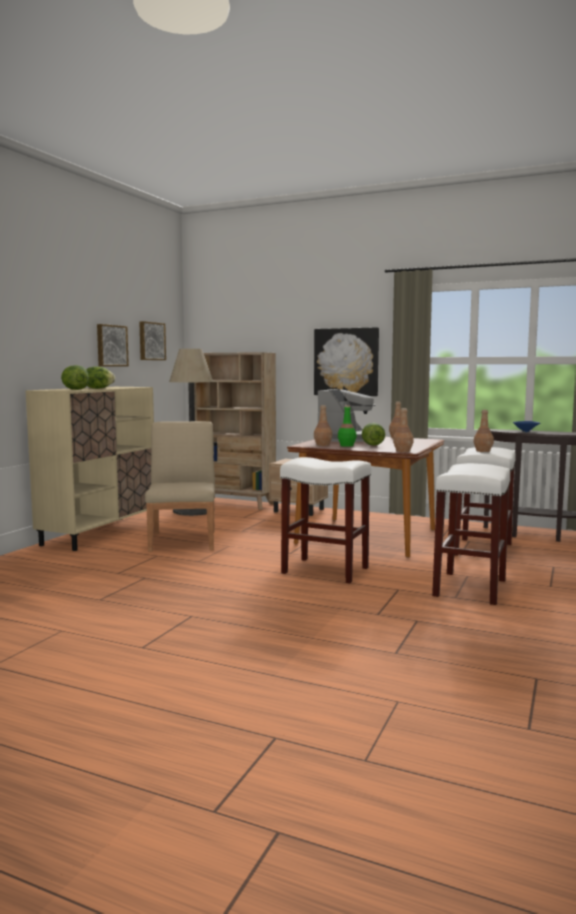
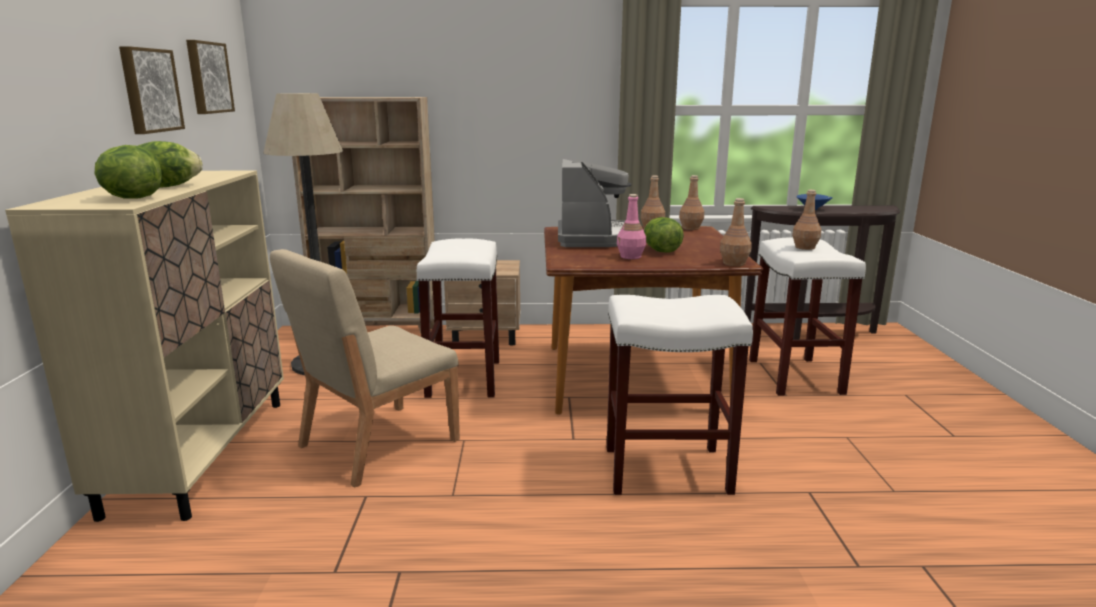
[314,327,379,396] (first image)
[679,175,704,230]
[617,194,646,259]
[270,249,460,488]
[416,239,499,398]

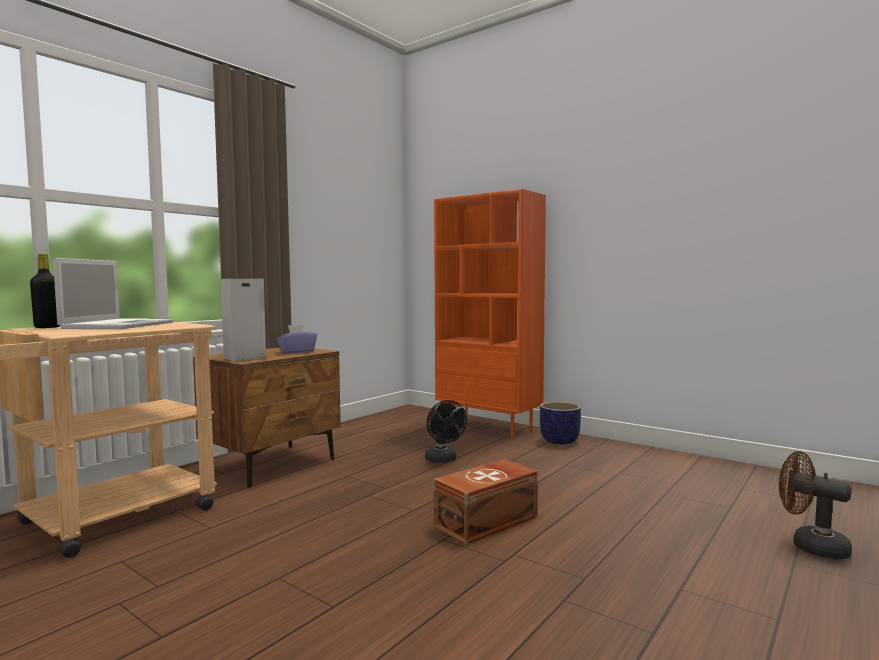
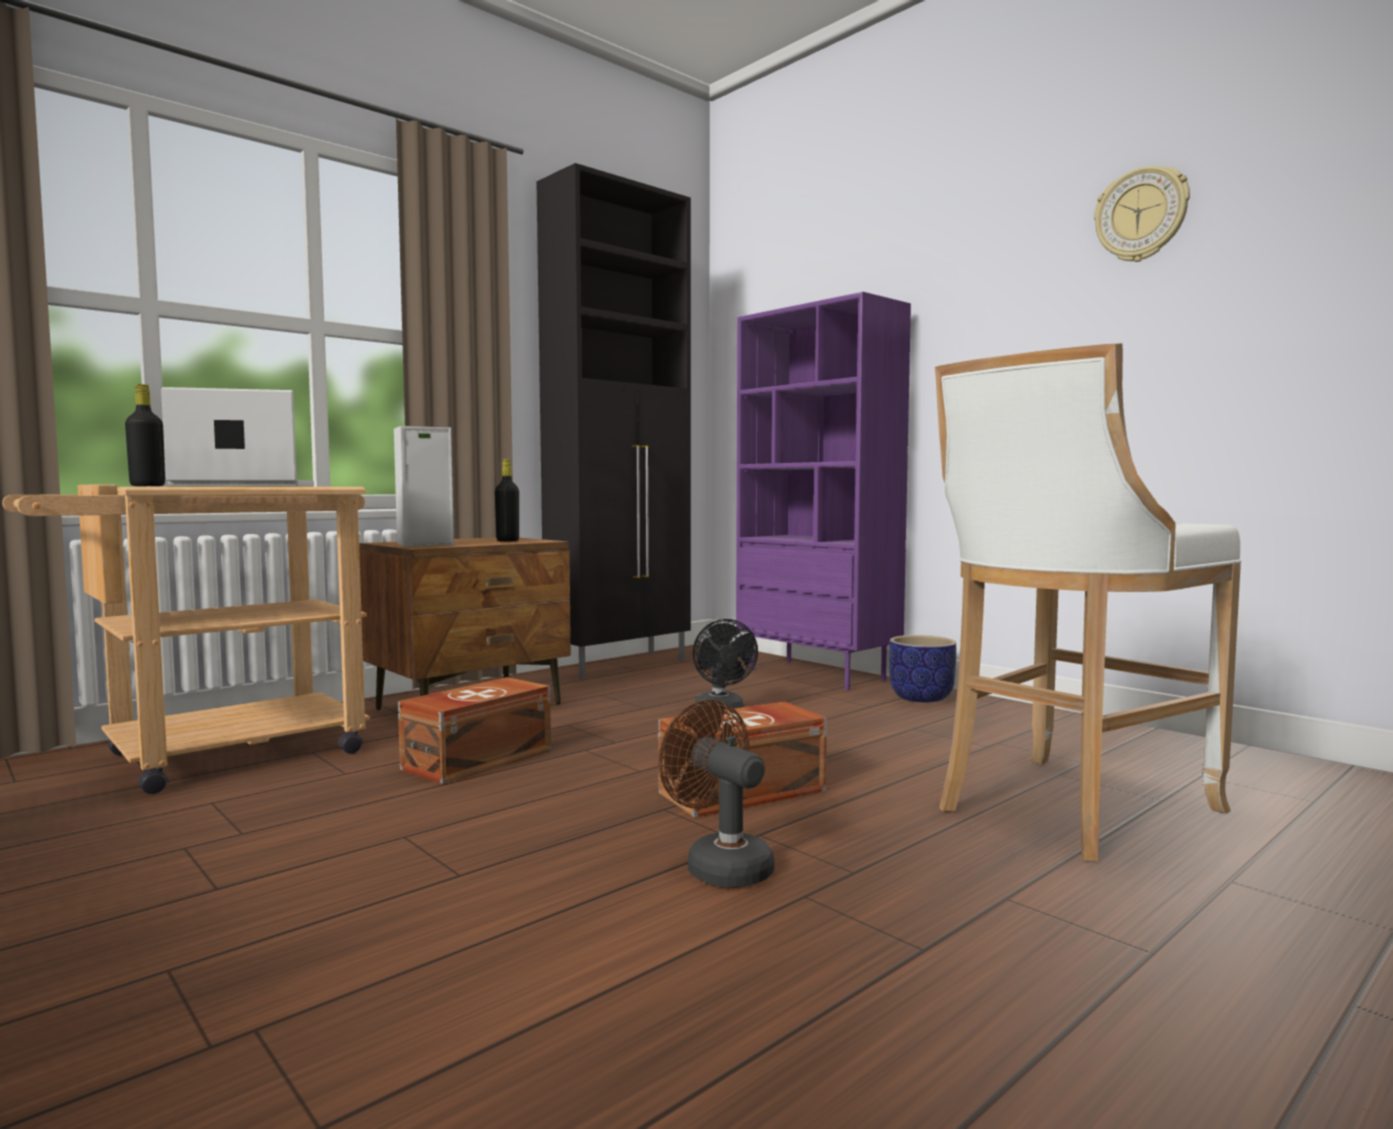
[736,292,911,690]
[161,387,314,486]
[495,459,519,542]
[658,700,775,888]
[536,163,691,679]
[1094,166,1190,262]
[935,343,1241,862]
[398,677,551,784]

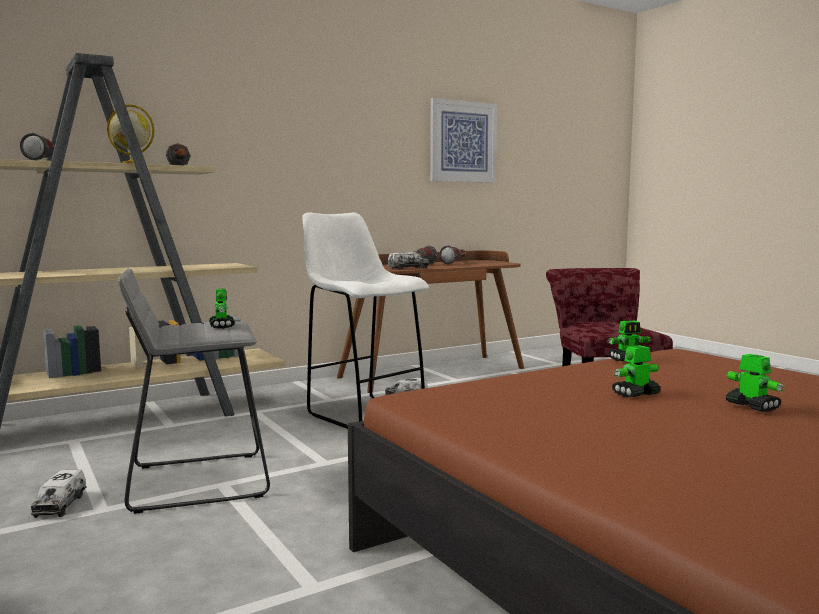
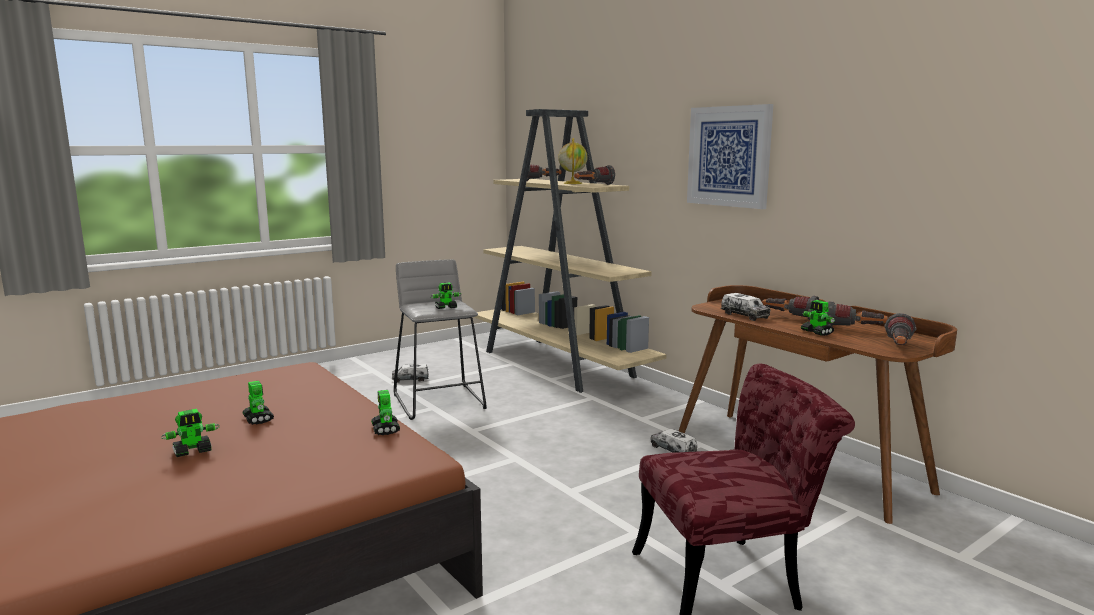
[687,104,773,209]
[302,213,429,429] (first image)
[801,300,835,336]
[884,313,917,345]

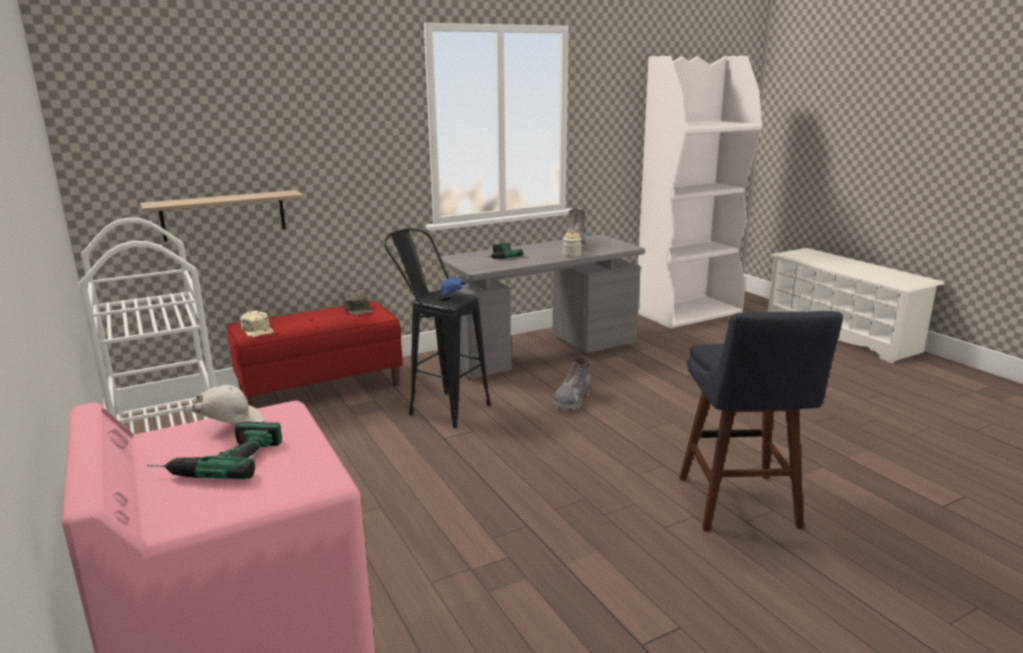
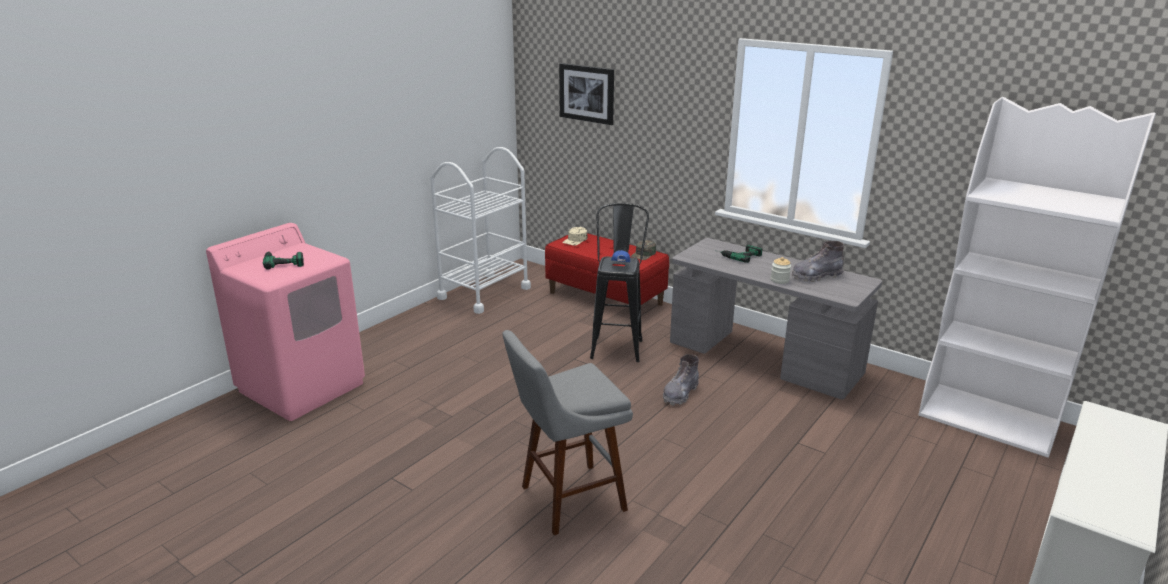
[140,190,304,242] (first image)
[502,330,633,535]
[663,354,699,406]
[182,385,264,423] (first image)
[559,63,614,125]

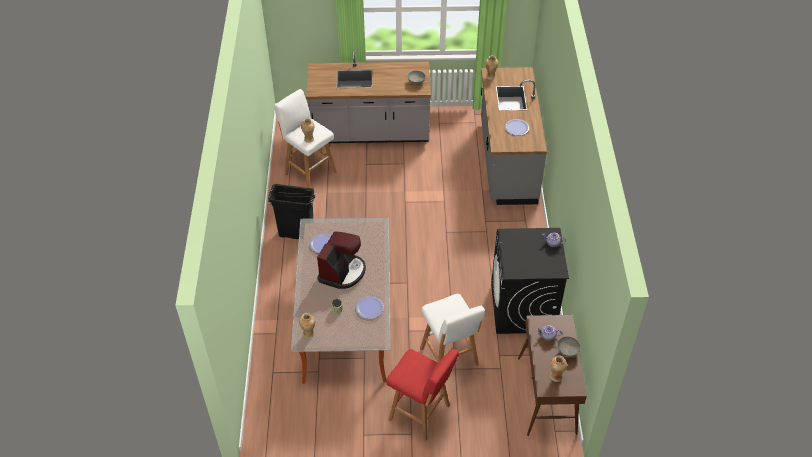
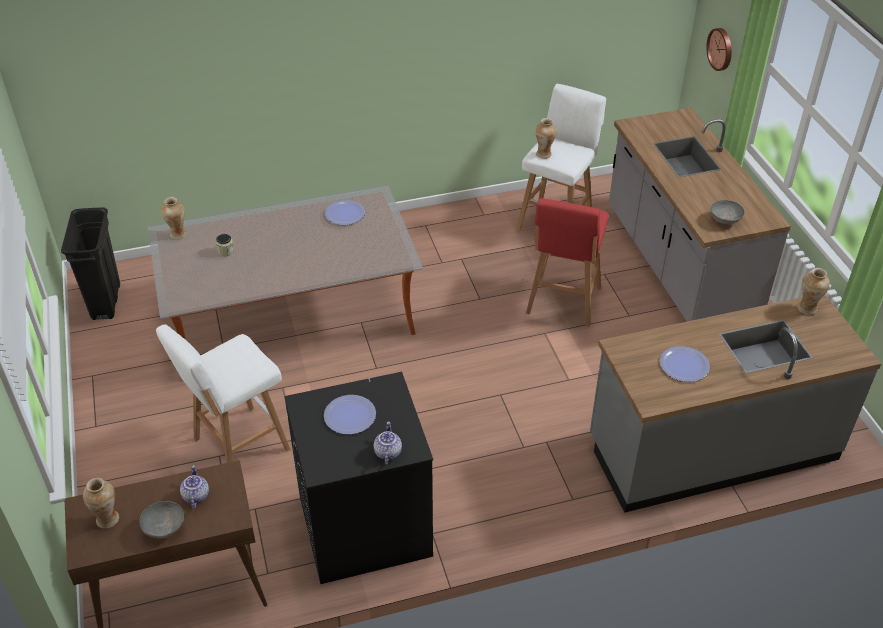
[61,208,120,320]
[317,232,366,289] (first image)
[324,395,376,435]
[526,198,608,327]
[706,28,732,71]

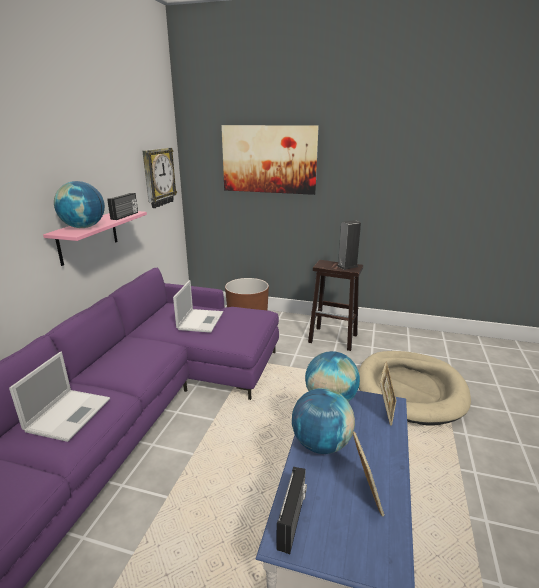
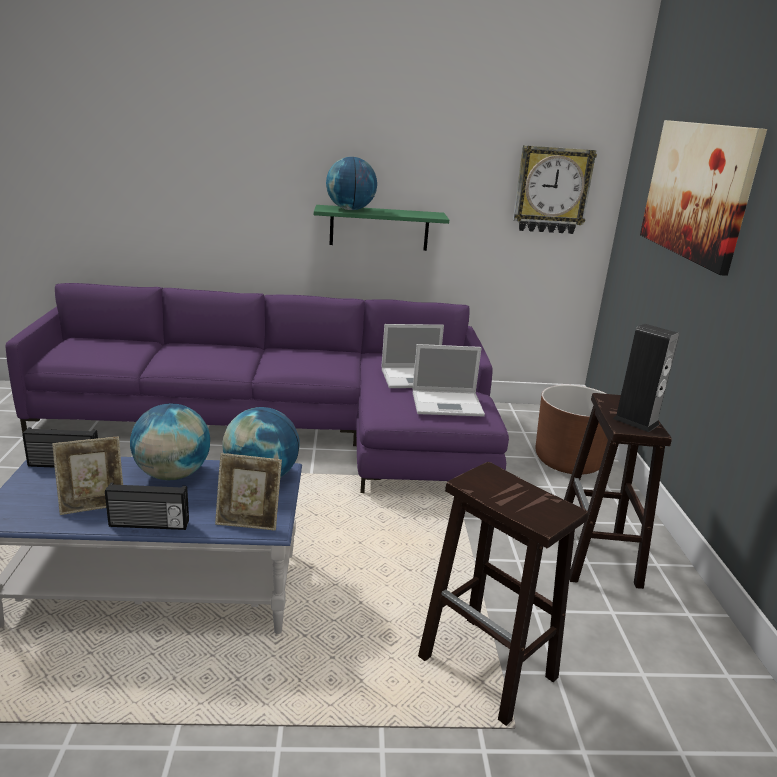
[105,482,189,530]
[314,205,449,251]
[418,462,588,726]
[413,344,485,416]

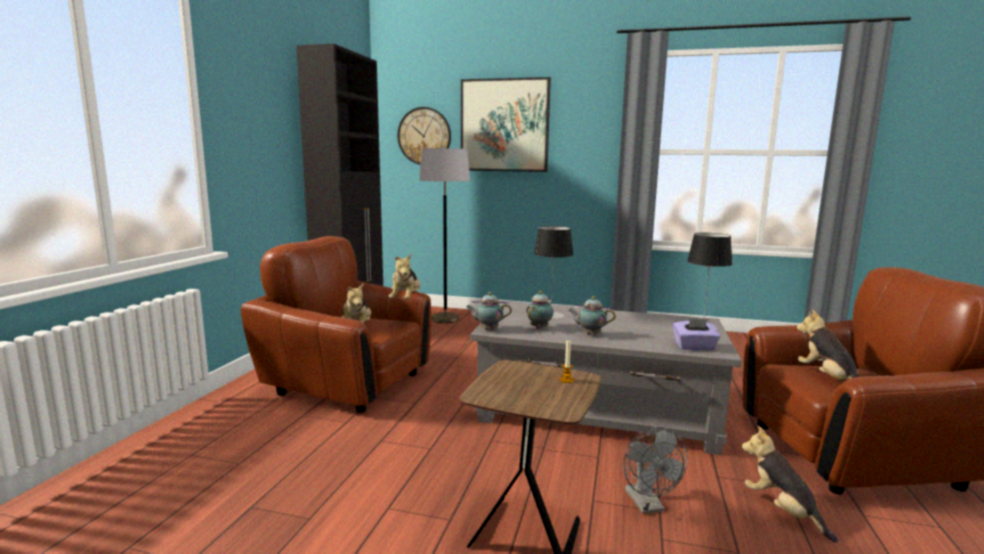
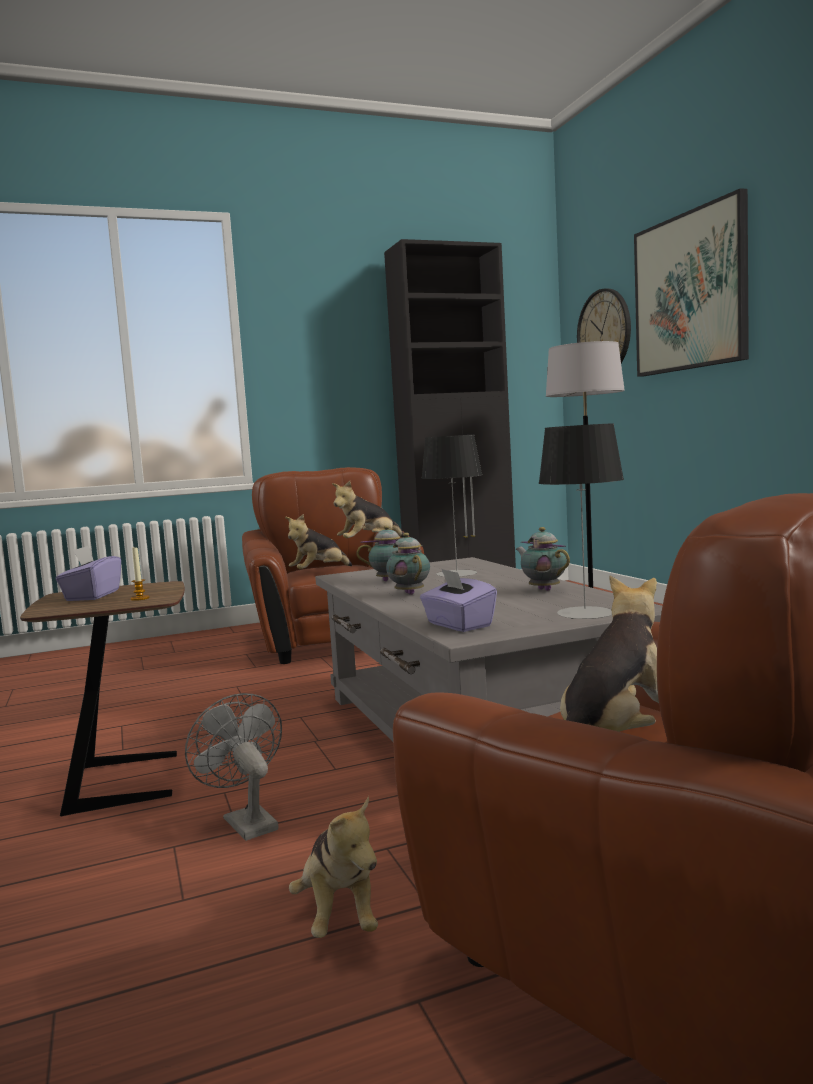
[516,527,570,591]
[289,796,378,938]
[185,693,282,841]
[56,546,121,601]

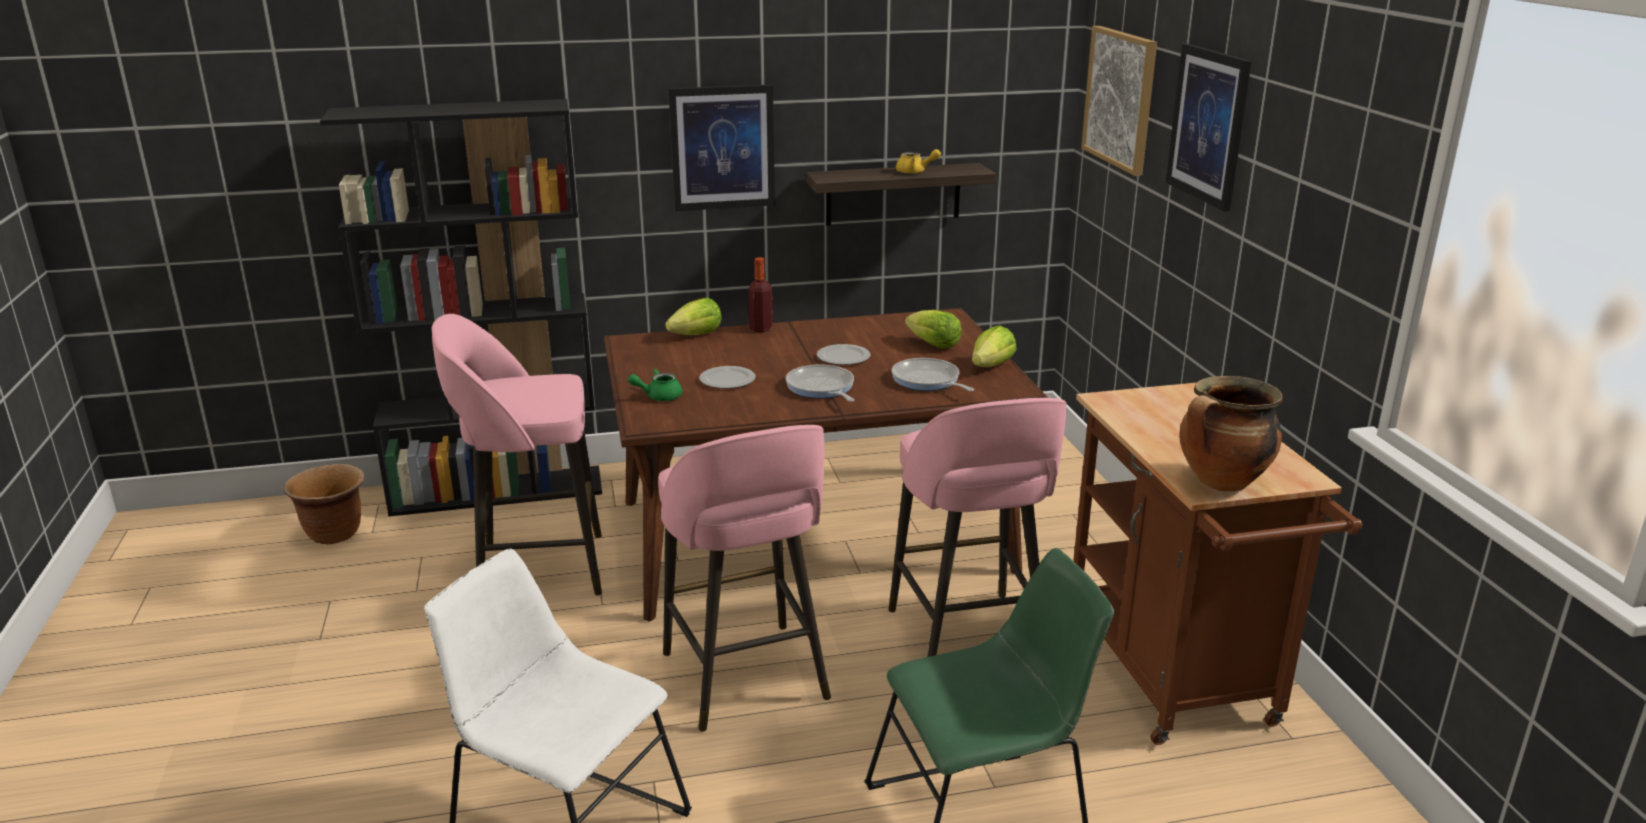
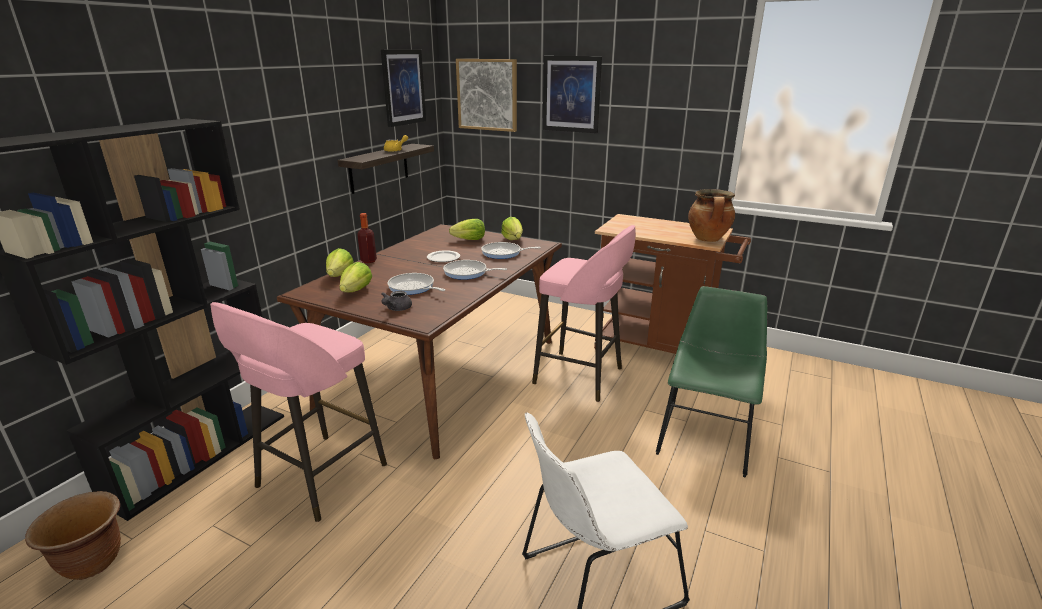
[381,50,426,127]
[387,273,445,295]
[381,291,412,311]
[658,425,831,732] (first image)
[339,262,372,292]

